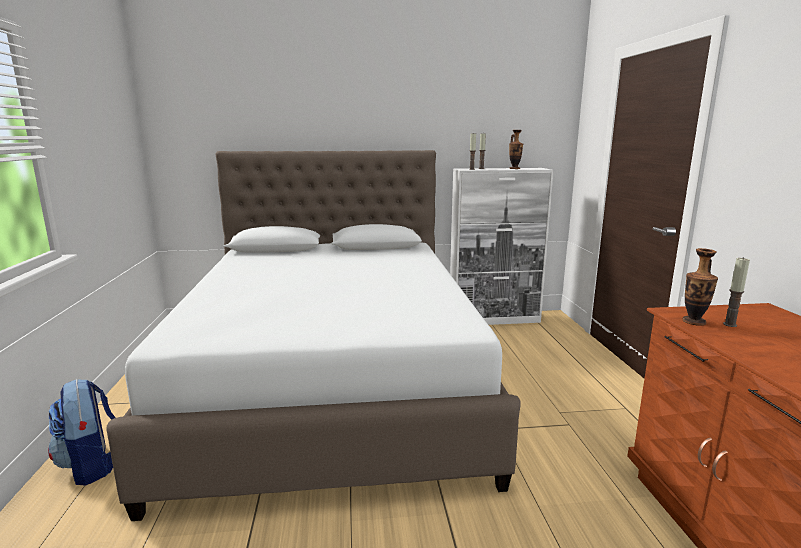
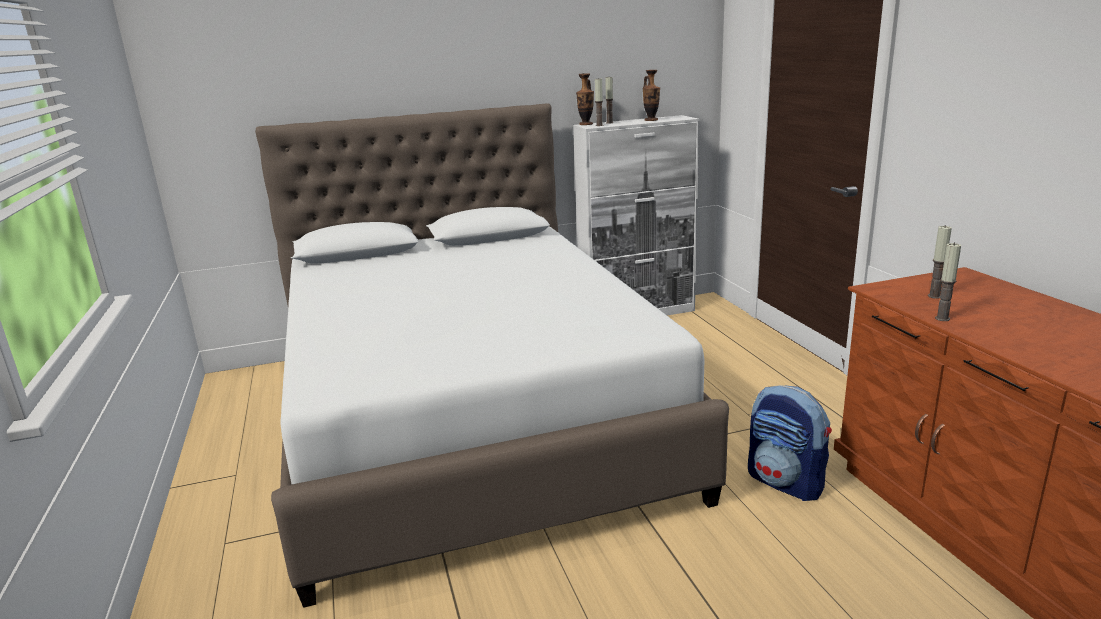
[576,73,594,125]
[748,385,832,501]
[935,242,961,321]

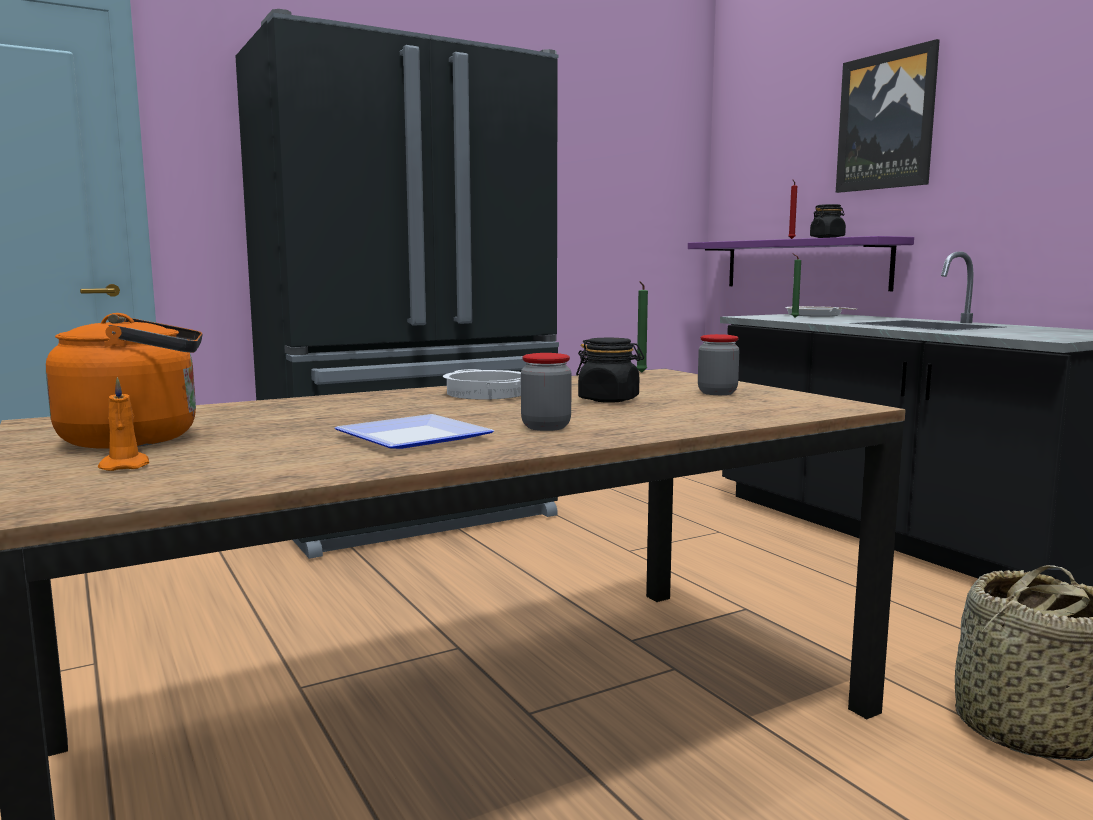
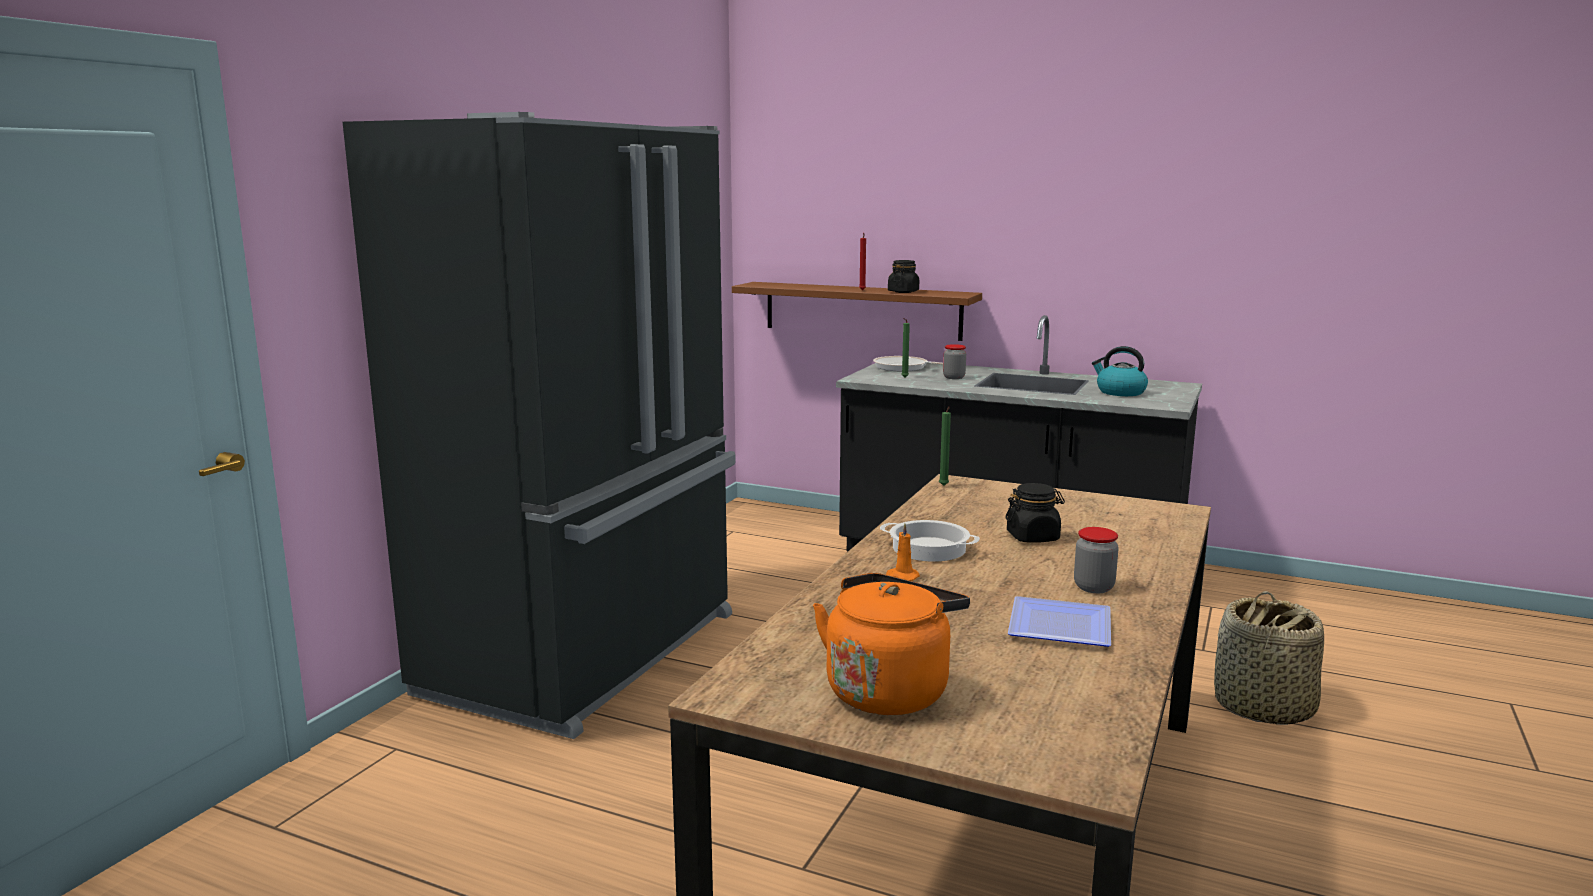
[836,39,940,193] (first image)
[732,282,982,341]
[943,344,966,379]
[886,523,920,581]
[1092,346,1148,396]

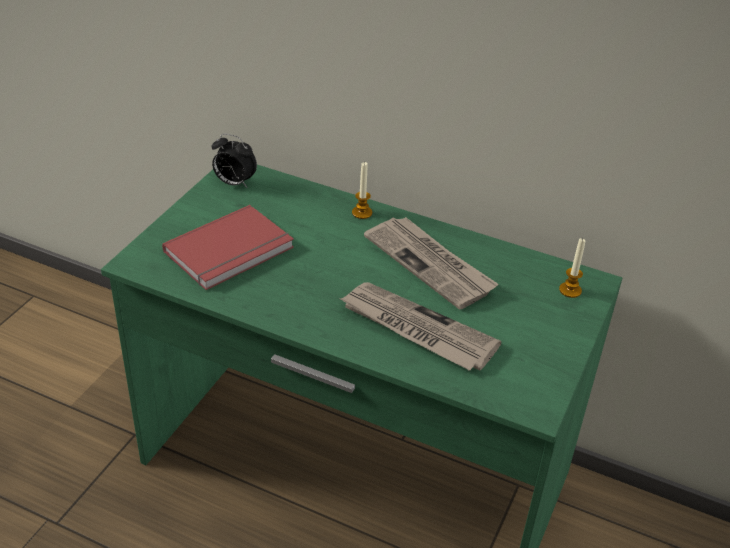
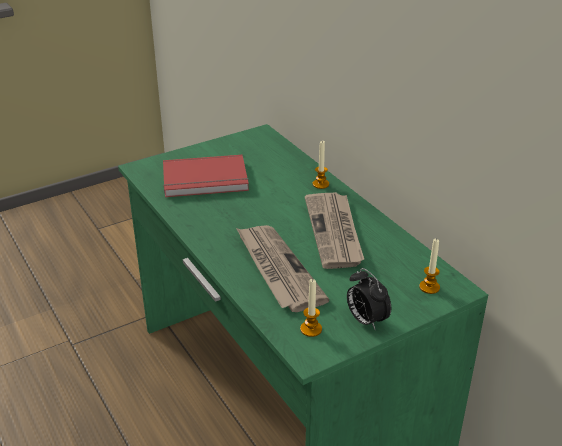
[347,268,391,330]
[300,279,322,337]

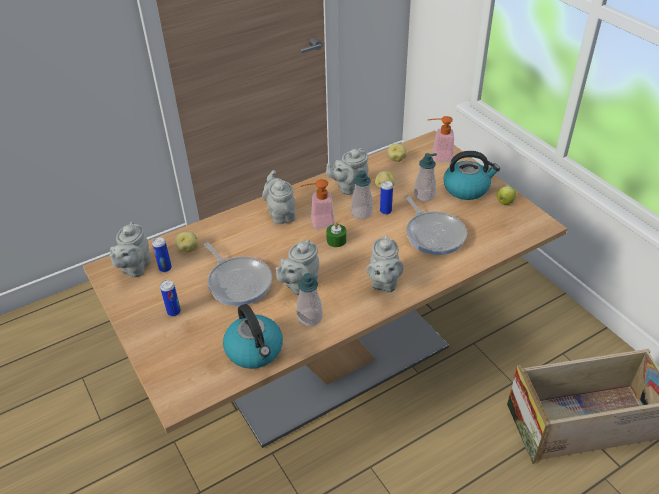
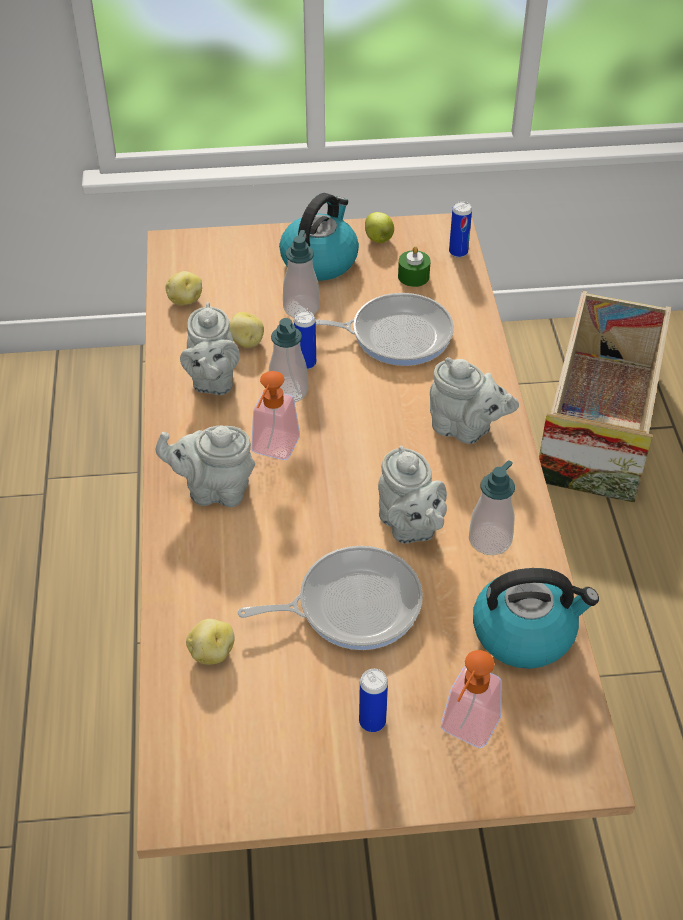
[441,650,502,748]
[109,222,151,278] (first image)
[398,246,430,287]
[449,201,472,258]

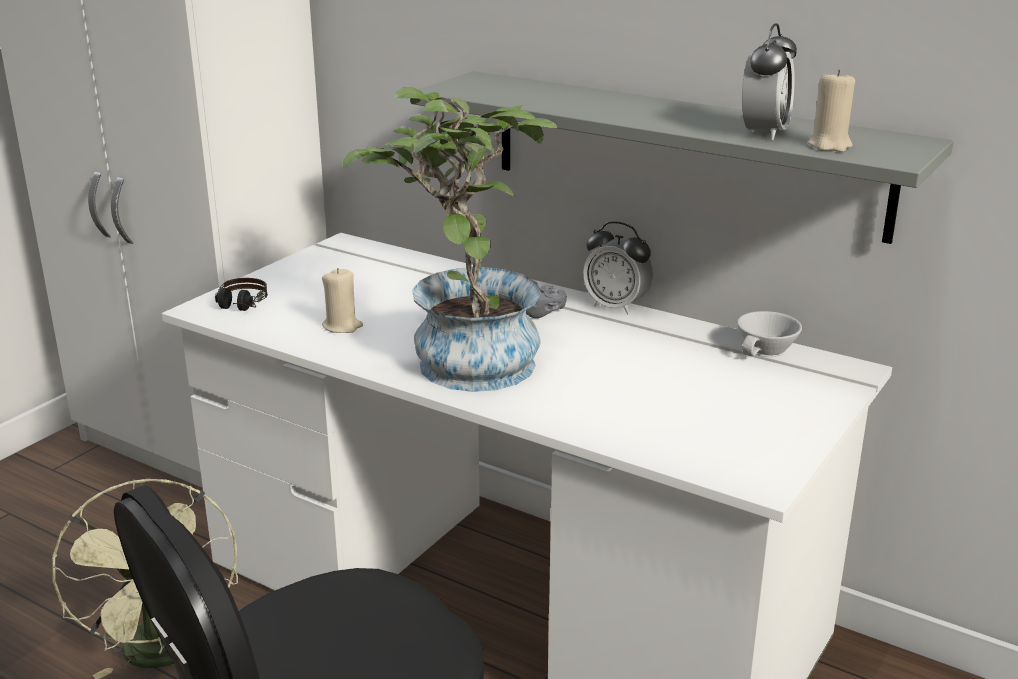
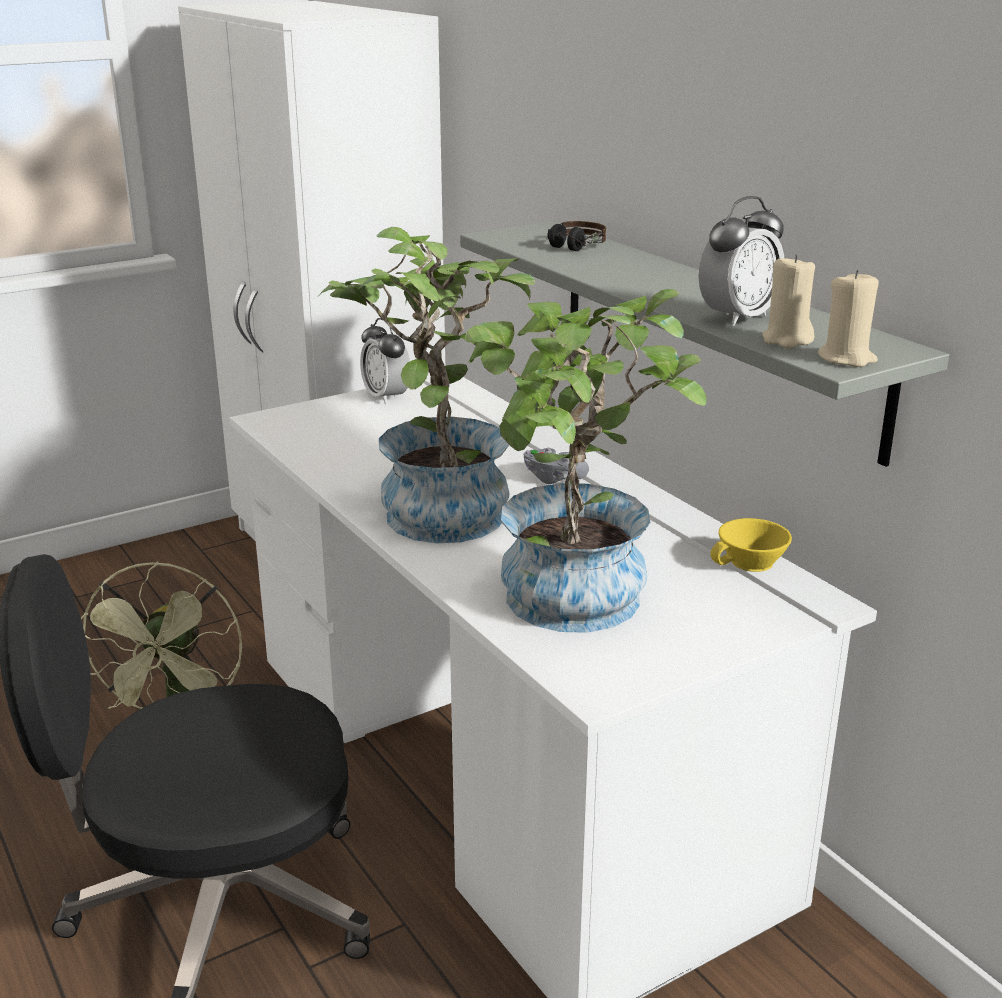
[360,318,410,405]
[818,270,879,367]
[547,221,606,251]
[710,518,792,572]
[465,289,706,633]

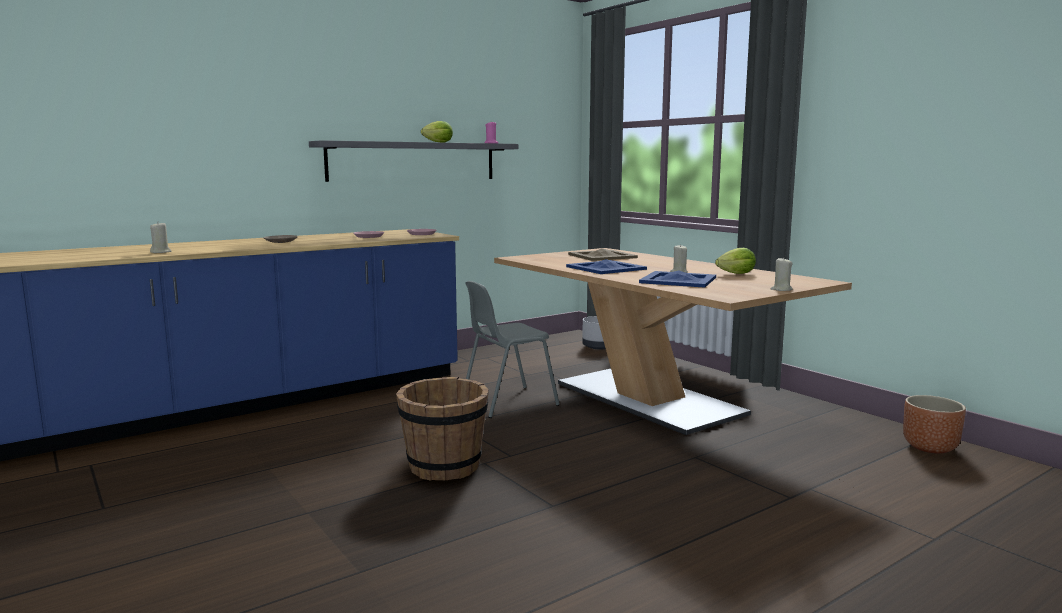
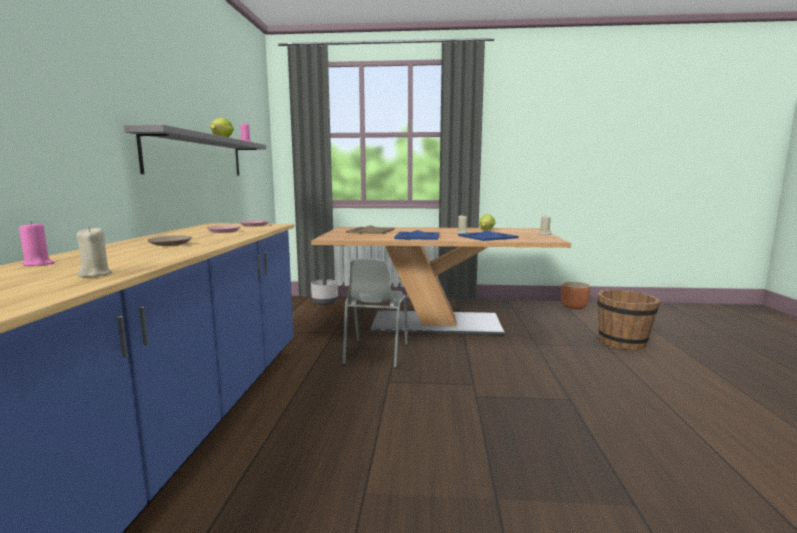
[597,290,660,351]
[19,221,55,266]

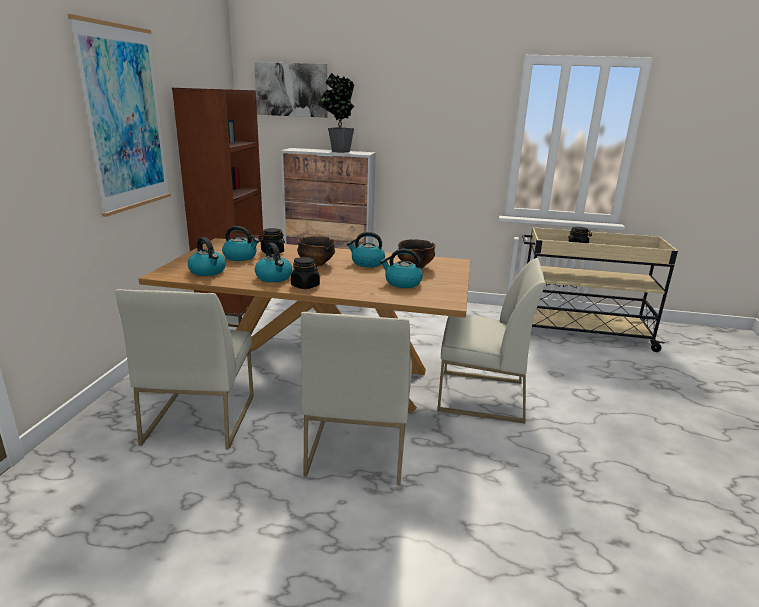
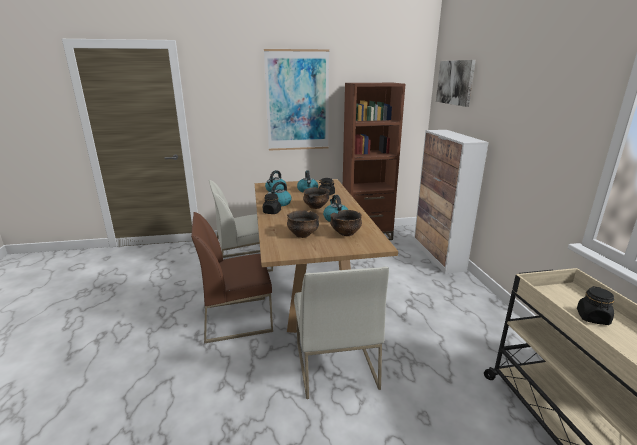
[317,73,355,153] (first image)
[287,210,319,238]
[191,212,273,344]

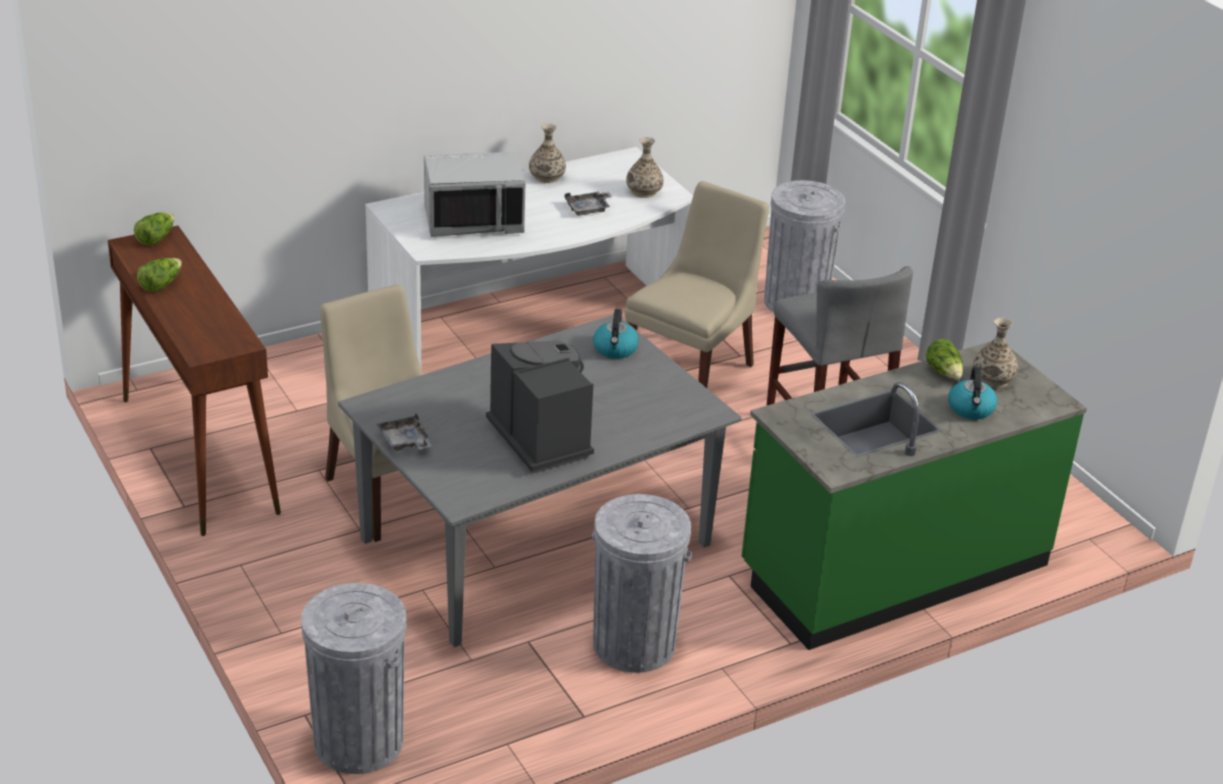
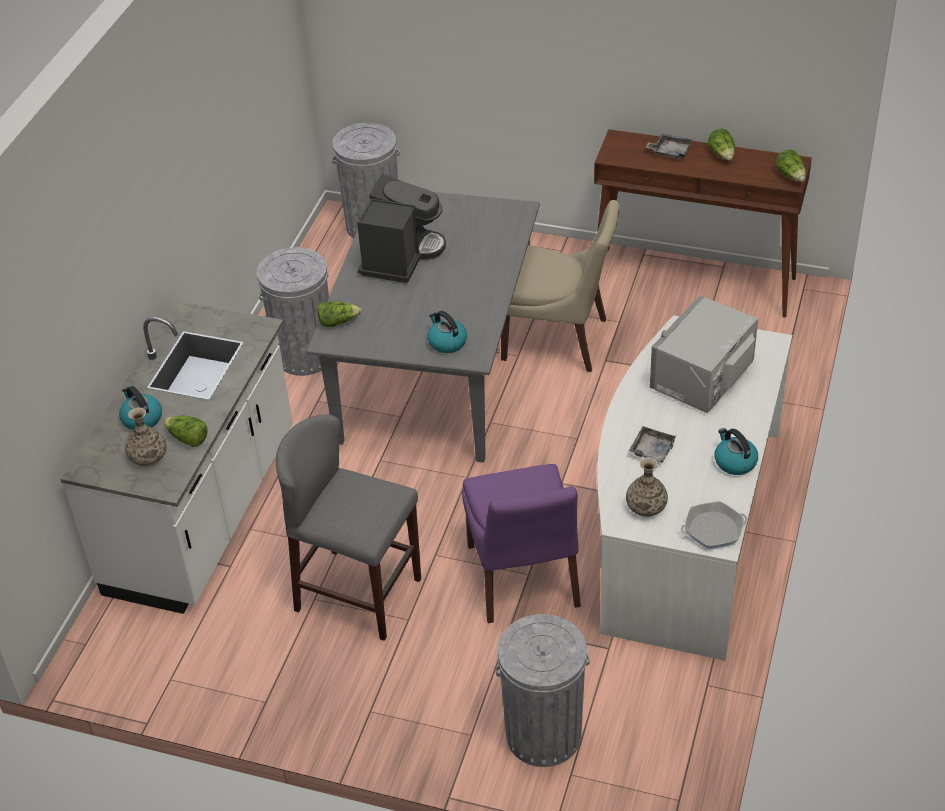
[715,428,758,475]
[462,464,581,623]
[357,174,446,283]
[60,301,293,614]
[645,133,693,160]
[318,301,361,327]
[681,501,747,549]

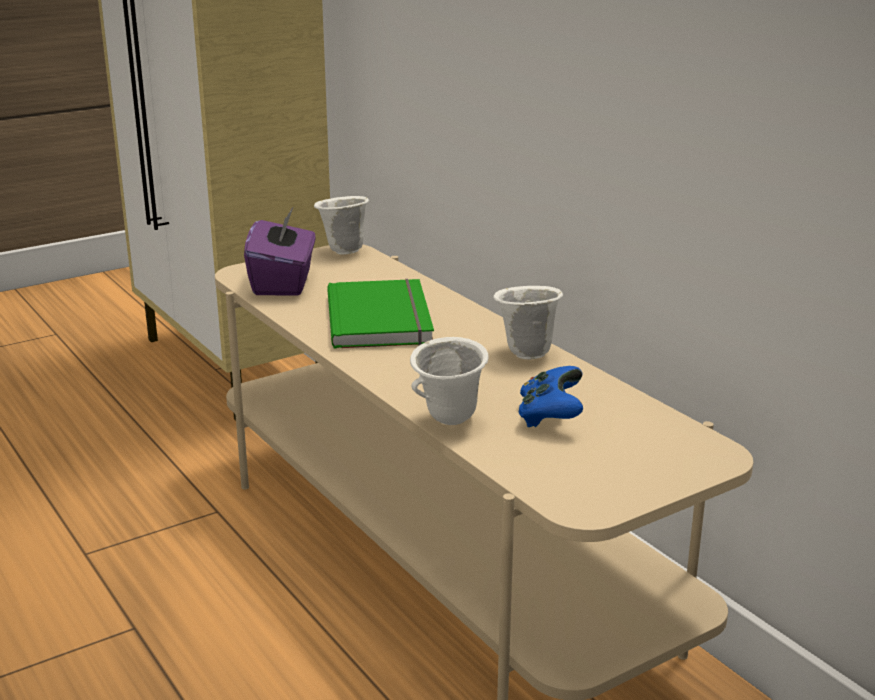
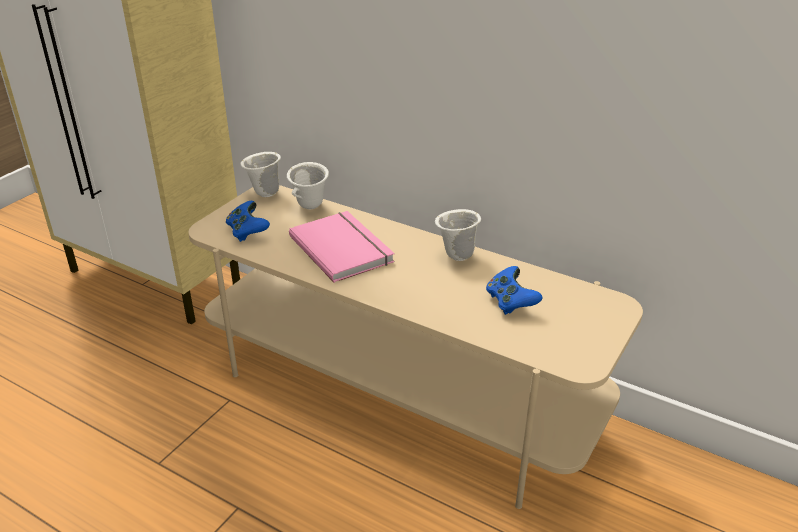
[226,201,270,242]
[289,211,395,283]
[287,162,329,209]

